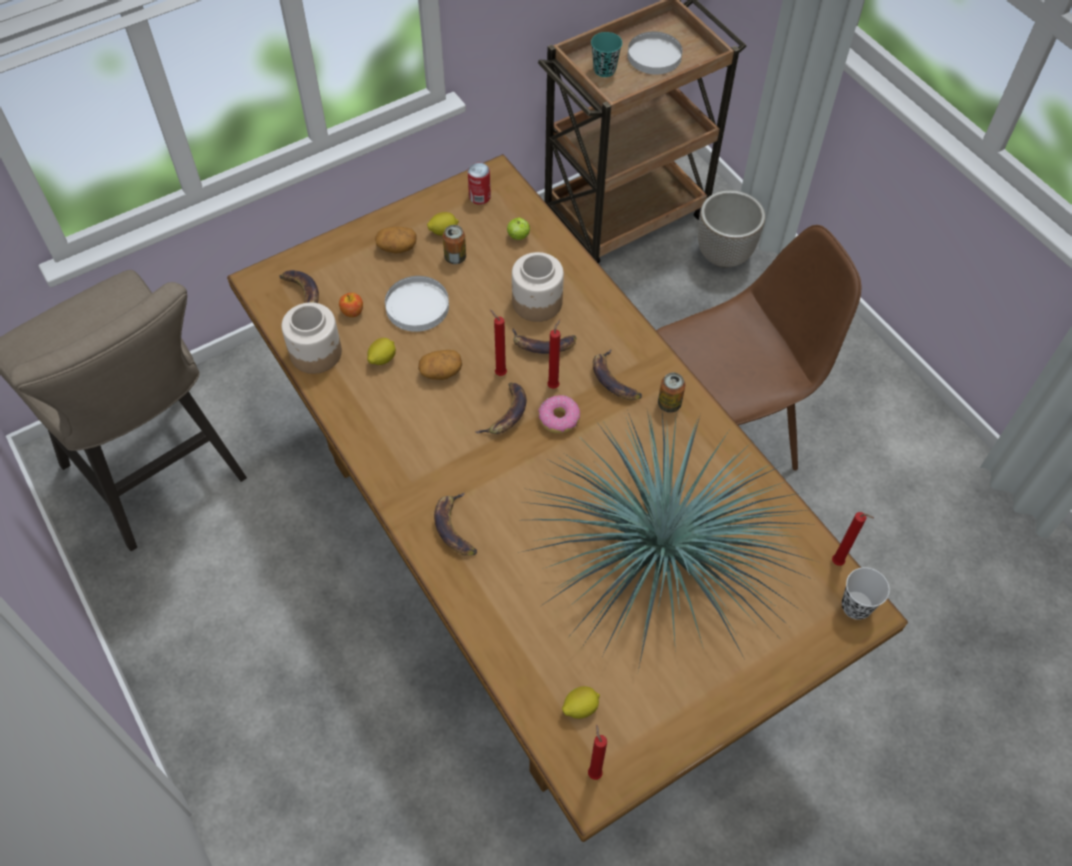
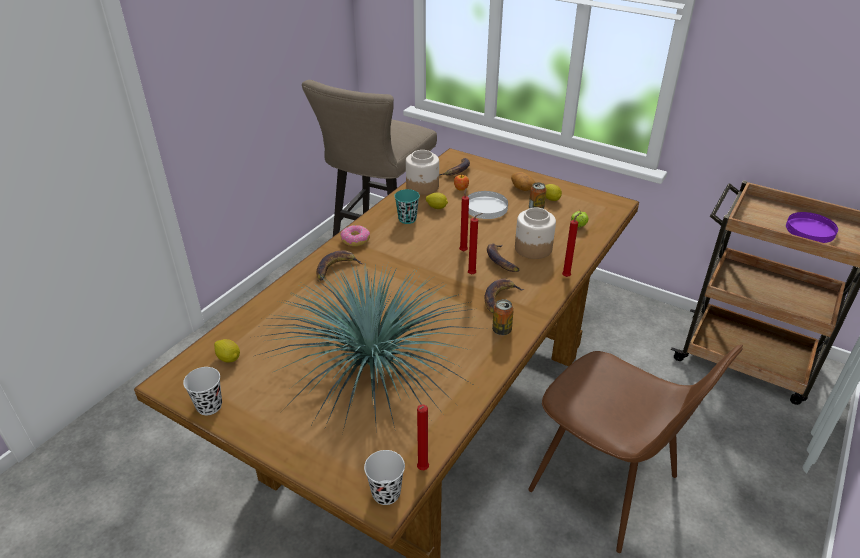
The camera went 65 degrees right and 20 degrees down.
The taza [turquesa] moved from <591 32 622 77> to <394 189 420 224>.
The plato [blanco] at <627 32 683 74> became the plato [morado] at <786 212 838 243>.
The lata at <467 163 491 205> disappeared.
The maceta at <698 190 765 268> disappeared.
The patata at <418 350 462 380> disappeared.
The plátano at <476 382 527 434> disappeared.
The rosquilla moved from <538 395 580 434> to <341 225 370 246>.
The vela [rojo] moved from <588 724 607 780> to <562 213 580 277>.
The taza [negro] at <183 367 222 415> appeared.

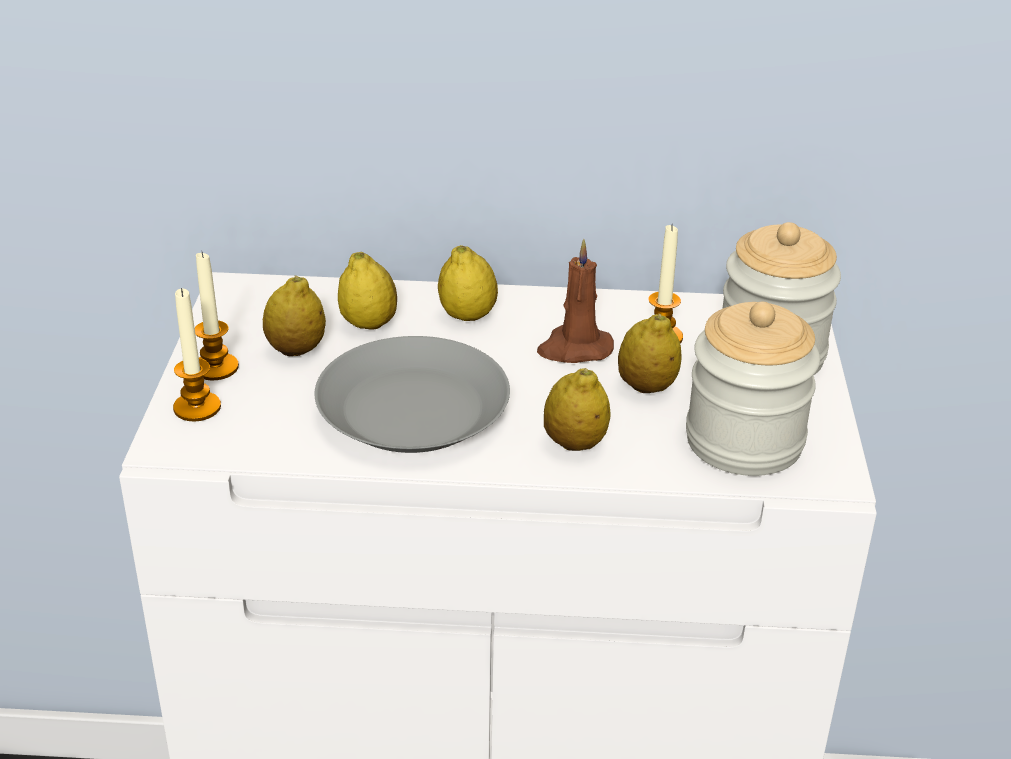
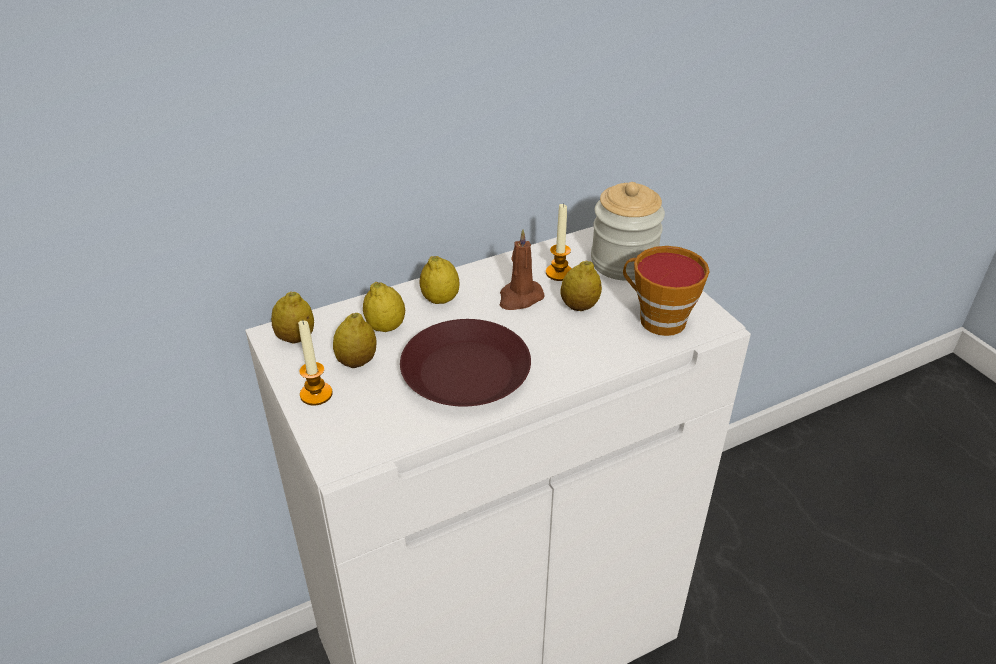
The camera went 30 degrees left and 5 degrees up.
The vela at <173 288 221 422> disappeared.
The tarro at <686 302 820 476> was replaced by the taza at <623 246 710 336>.
The plato [gris] at <315 336 510 453> became the plato [marrón] at <400 319 531 406>.
The limón moved from <544 368 611 451> to <271 291 314 343>.

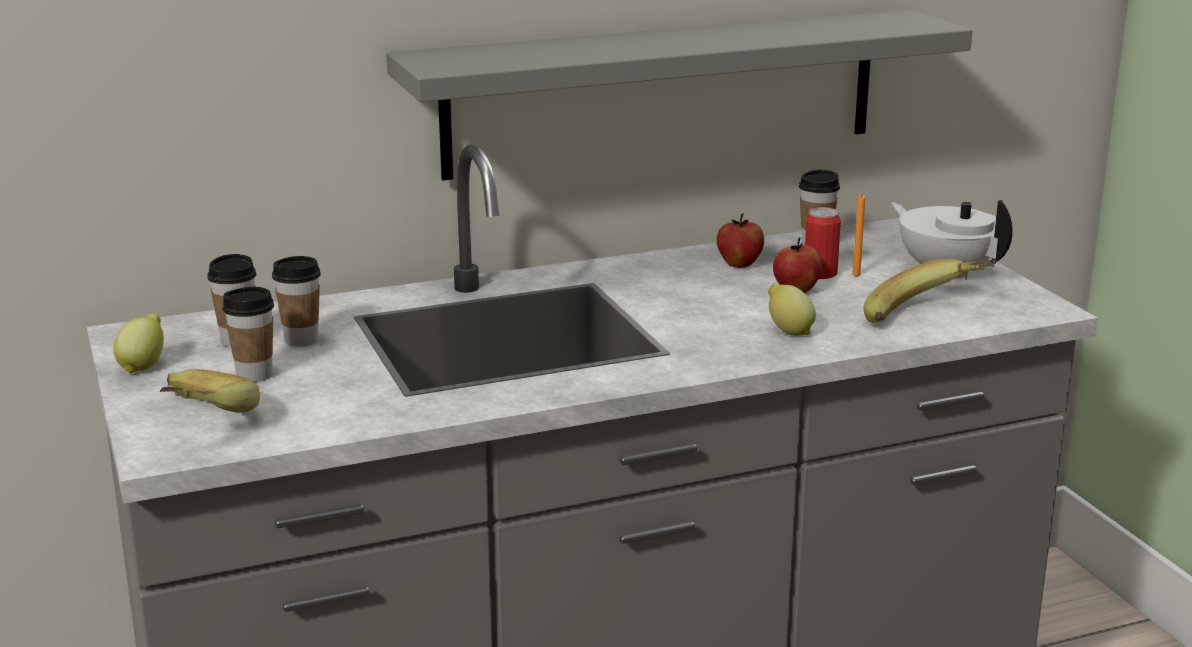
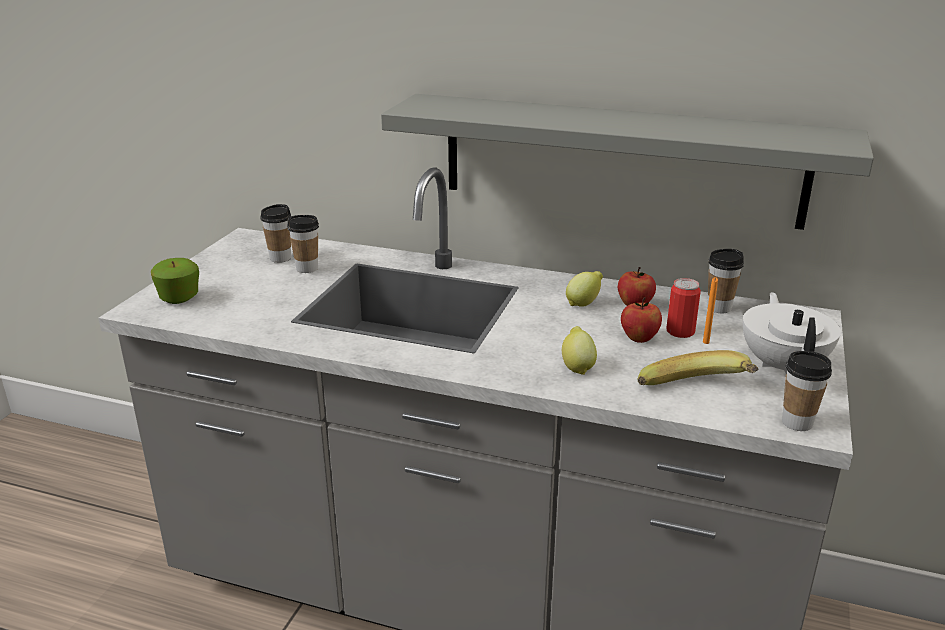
The camera went 40 degrees right and 5 degrees up.
The taza moved from <222 287 274 382> to <782 351 832 431>.
The limón moved from <114 314 164 373> to <566 271 603 307>.
The plátano at <160 369 260 413> was replaced by the manzana at <151 258 199 304>.

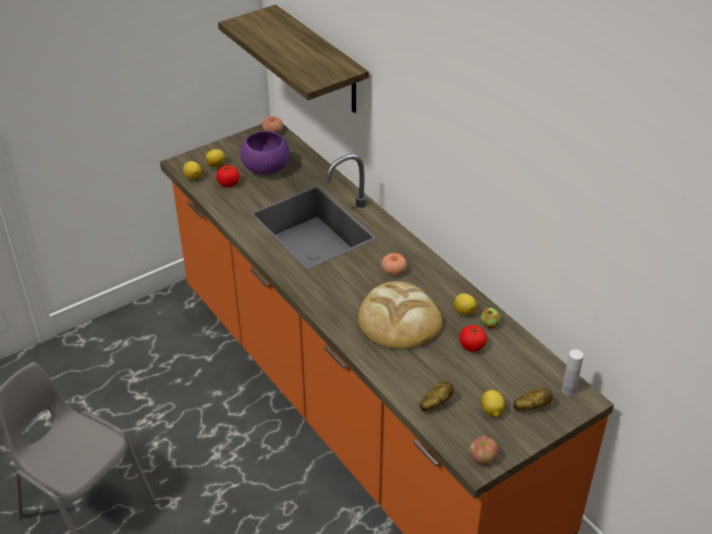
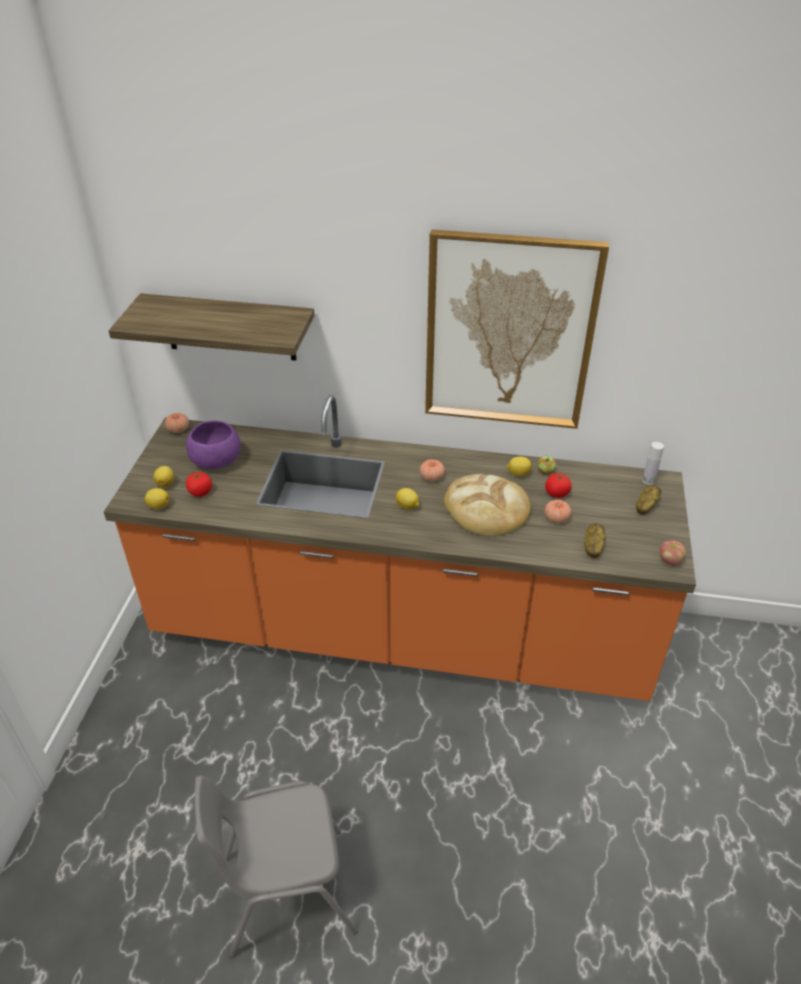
The camera went 45 degrees left and 0 degrees up.
The limón moved from <481 390 505 417> to <395 488 419 510>.
The cuadro at <425 229 609 429> appeared.
The tomate at <545 500 571 523> appeared.

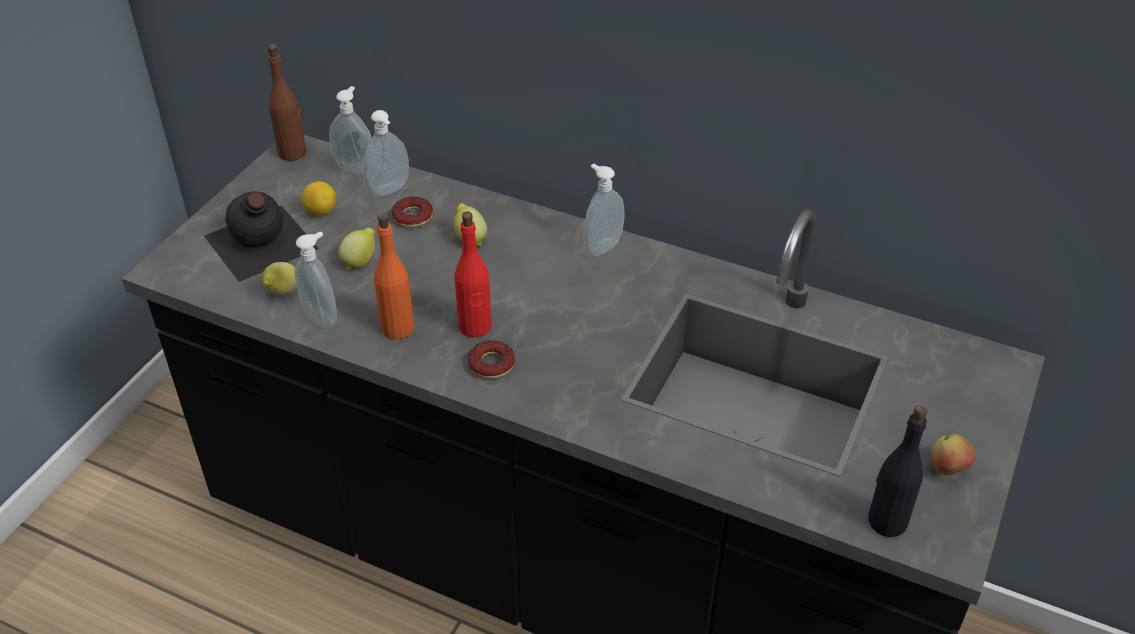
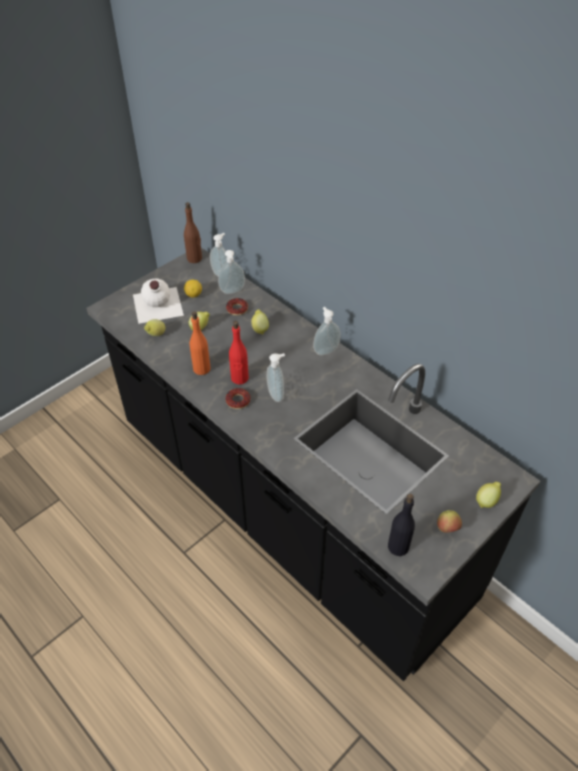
The camera went 20 degrees right and 5 degrees up.
The botella [negro] at <204 191 319 282> became the botella [blanco] at <133 279 184 324>.
The dispensador de jabón moved from <295 231 337 327> to <267 353 285 402>.
The limón at <476 482 501 508> appeared.

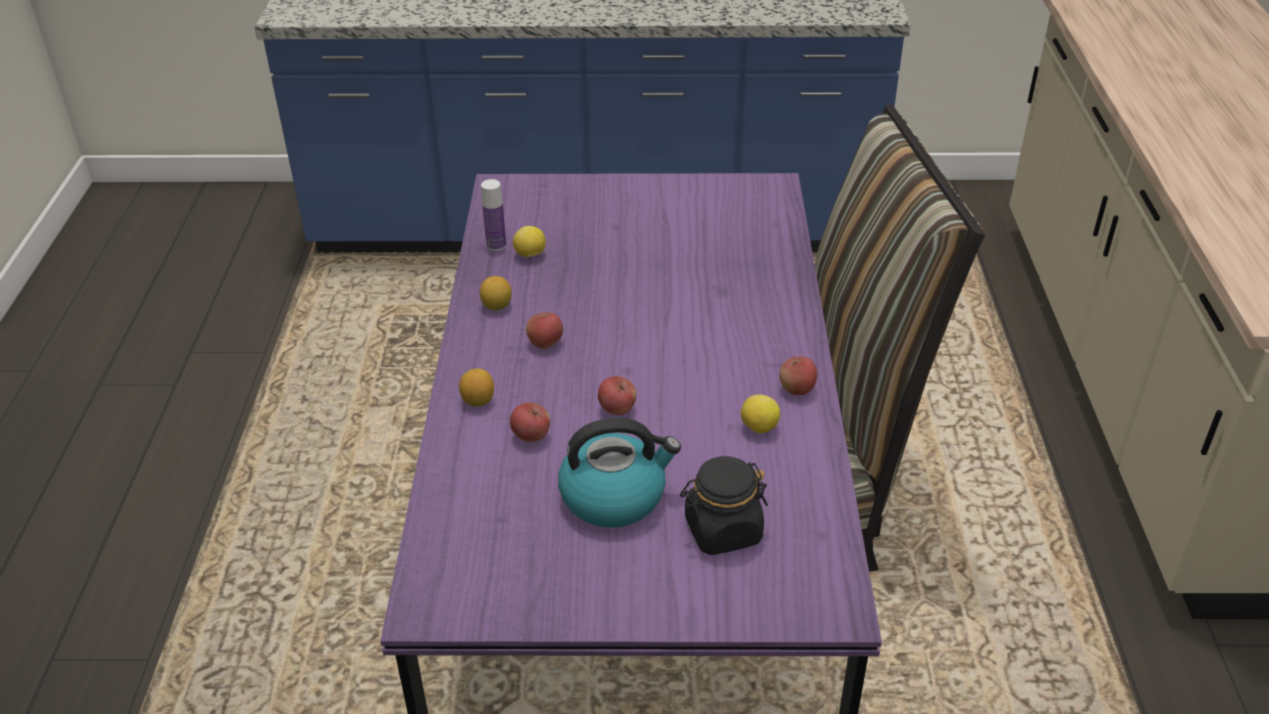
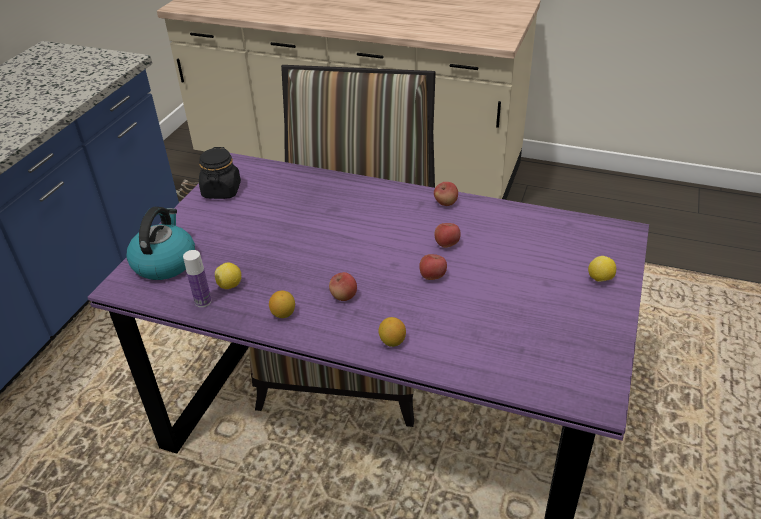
The camera went 70 degrees left and 0 degrees up.
The limón moved from <741 395 780 433> to <588 256 616 282>.
The manzana moved from <510 402 550 442> to <434 223 461 248>.
The hervidor moved from <558 418 681 528> to <126 207 195 280>.
The tarro [negro] moved from <680 456 768 555> to <199 147 241 199>.

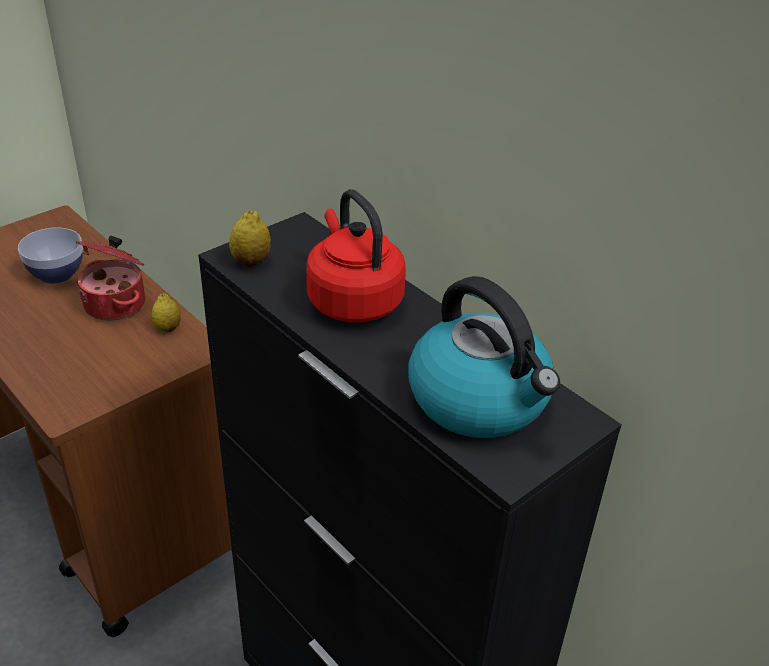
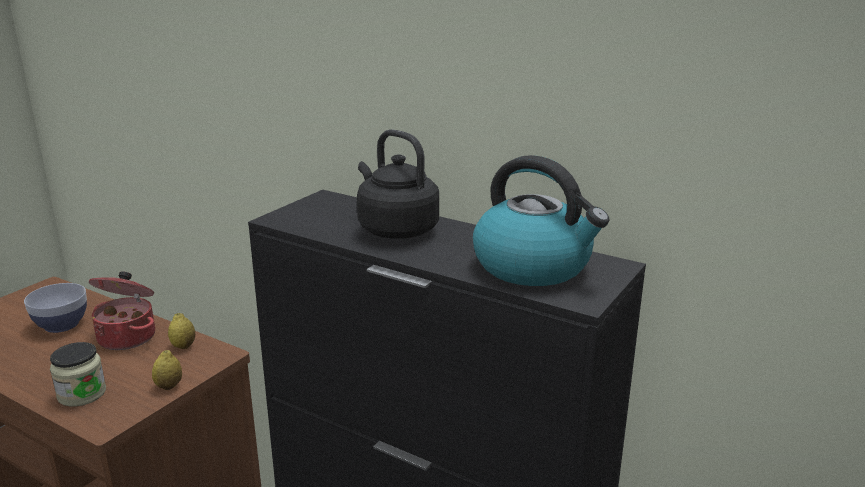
The camera went 15 degrees left and 15 degrees down.
The hervidor [rojo] at <306 189 406 323> became the hervidor [negro] at <357 129 439 239>.
The limón moved from <229 210 271 267> to <152 350 182 390>.
The tarro at <50 342 106 407> appeared.

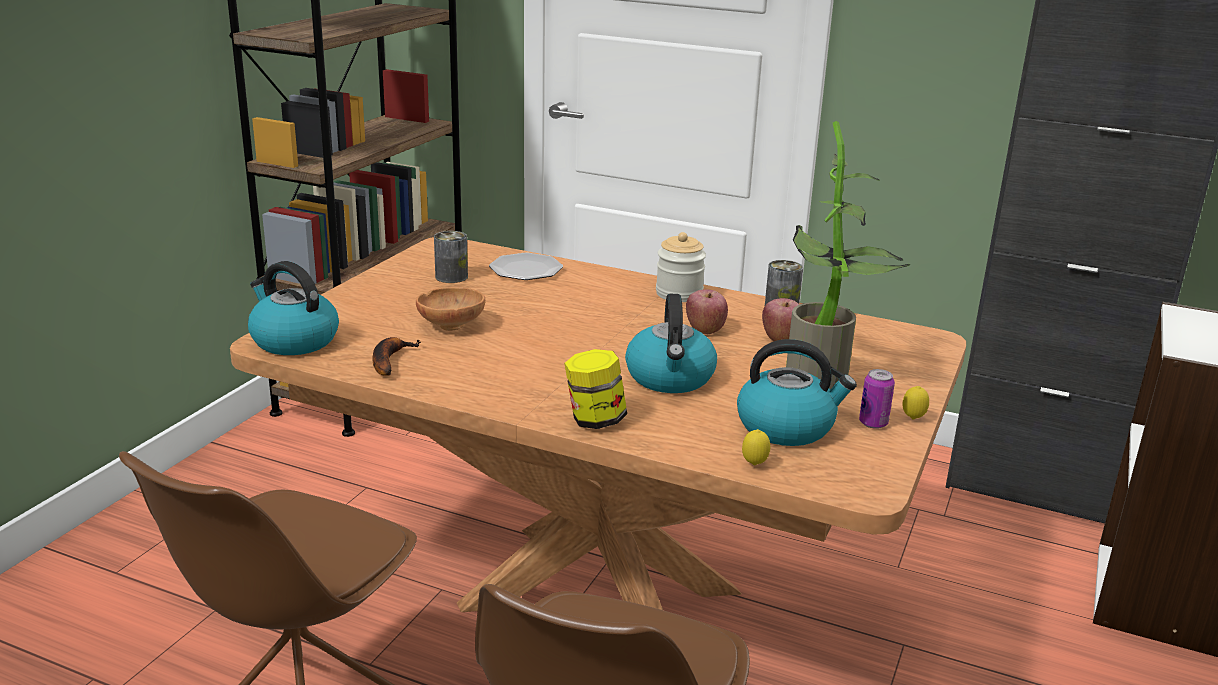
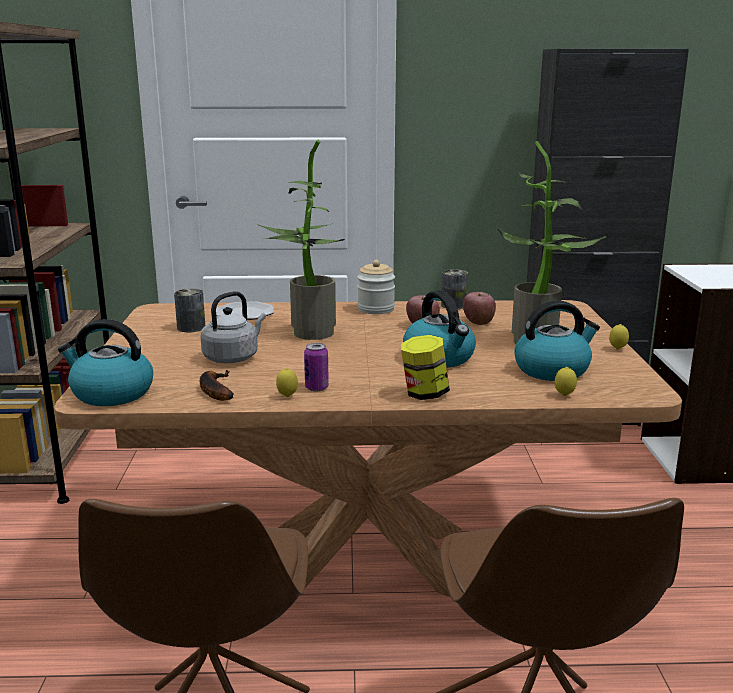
The camera went 25 degrees left and 5 degrees down.
The cuenco [marrón] at <416 287 485 331> was replaced by the hervidor [gris] at <200 291 266 363>.
The lata moved from <859 369 895 429> to <304 343 329 391>.
The planta en maceta at <257 140 345 340> appeared.
The limón at <276 368 298 397> appeared.

